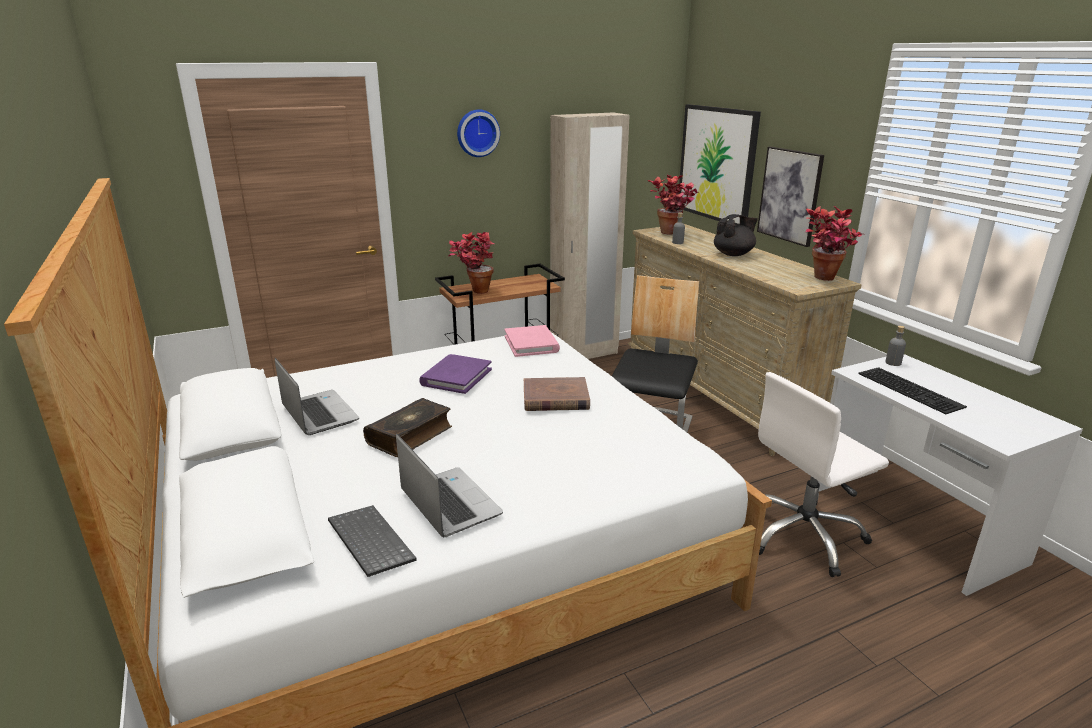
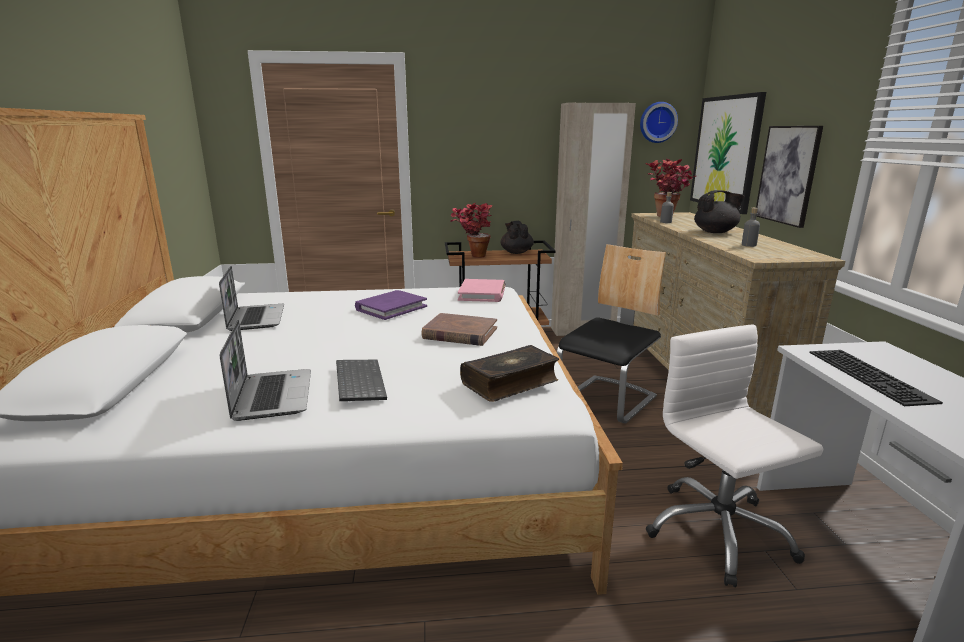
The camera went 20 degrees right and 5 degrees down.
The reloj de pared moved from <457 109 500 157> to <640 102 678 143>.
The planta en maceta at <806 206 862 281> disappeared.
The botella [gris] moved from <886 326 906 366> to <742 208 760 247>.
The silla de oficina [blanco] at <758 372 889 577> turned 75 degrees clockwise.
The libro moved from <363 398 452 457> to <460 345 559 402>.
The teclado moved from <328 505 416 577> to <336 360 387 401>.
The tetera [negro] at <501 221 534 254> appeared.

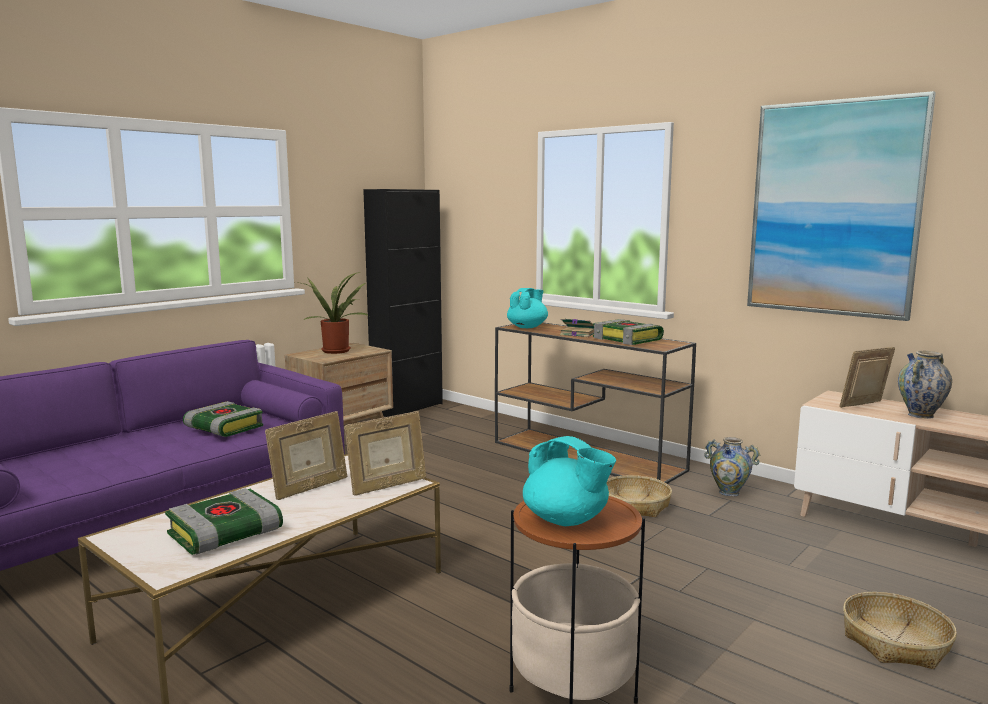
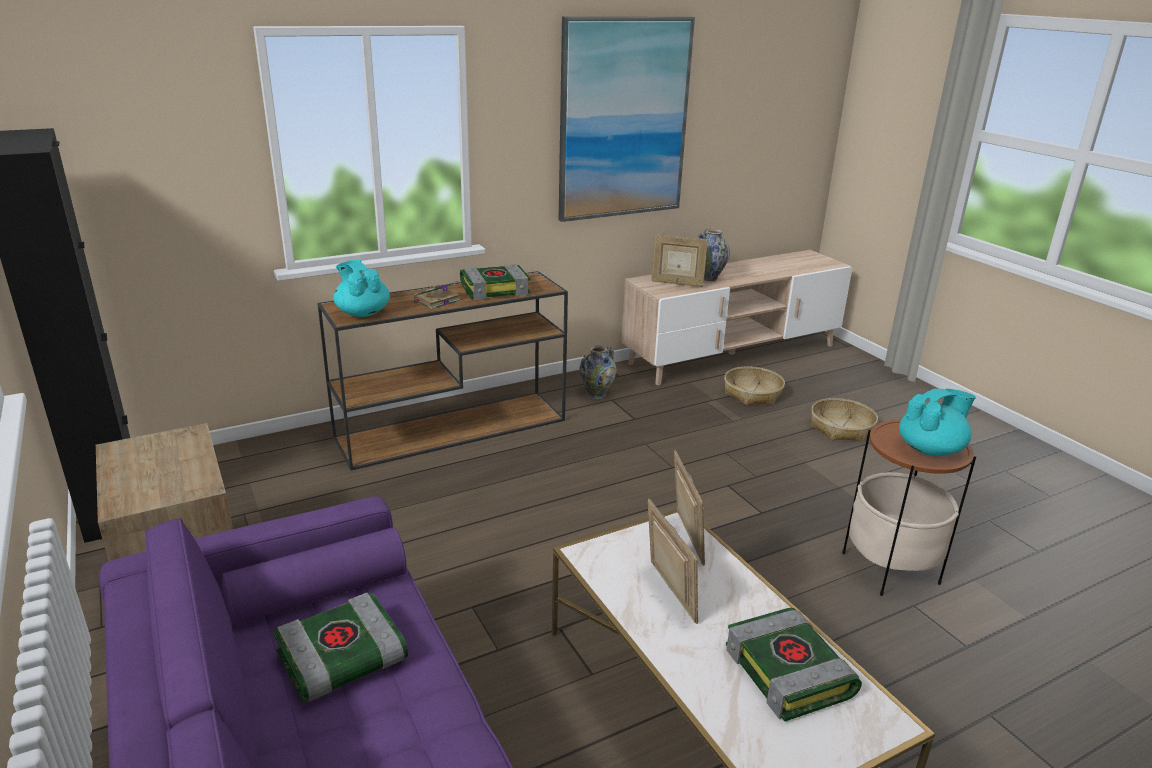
The camera went 70 degrees left and 15 degrees up.
The planta en maceta at <295 272 369 354> disappeared.
The portarretratos at <839 347 895 408> turned 60 degrees counterclockwise.
The cesta moved from <606 475 672 517> to <724 366 785 405>.

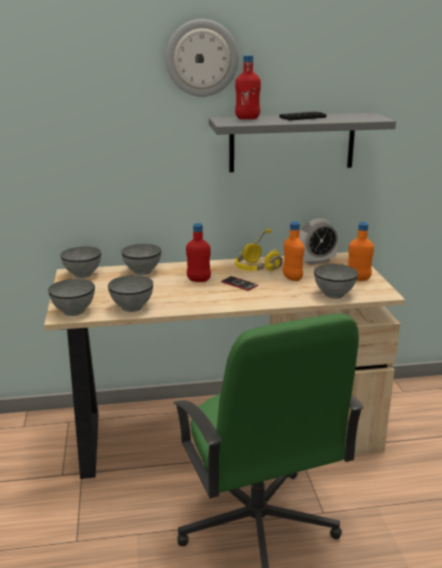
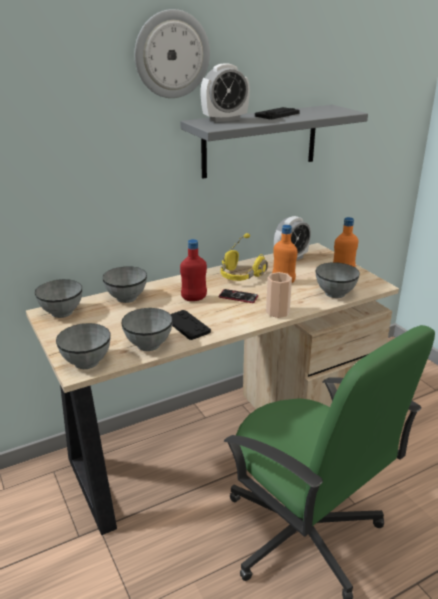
The camera went 20 degrees left and 5 degrees up.
The botella [rojo] at <235 55 261 119> was replaced by the despertador at <200 63 250 122>.
The taza at <266 272 292 318> appeared.
The mando de consola [negro] at <170 310 211 340> appeared.

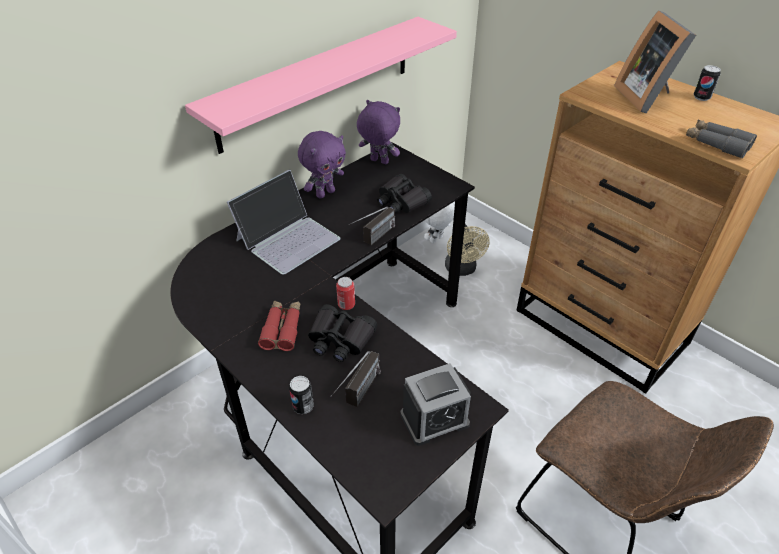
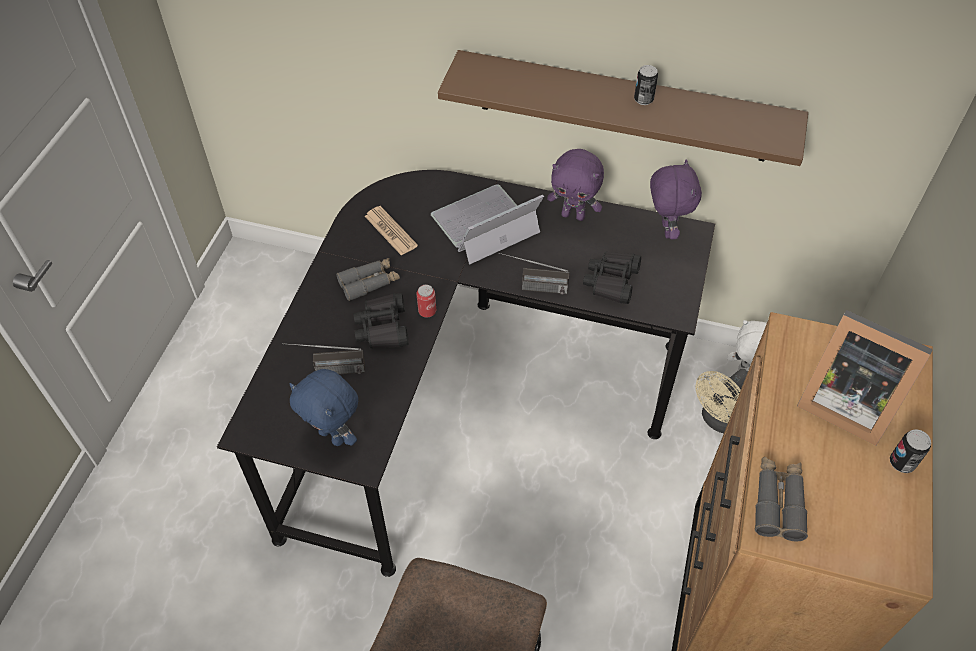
The camera went 60 degrees right and 10 degrees up.
The portarretratos at <614 10 696 113> turned 105 degrees counterclockwise.
The estante [rosa] at <185 17 457 154> became the estante [marrón] at <438 50 808 166>.
The portátil at <227 170 341 275> turned 135 degrees clockwise.
The prismáticos [rojo] at <258 300 300 351> became the prismáticos [gris] at <336 258 400 301>.
The despertador at <400 363 471 446> was replaced by the peluche [azul] at <289 369 358 446>.
The lata moved from <289 376 314 414> to <634 65 658 105>.
The periódico at <365 206 418 256> appeared.

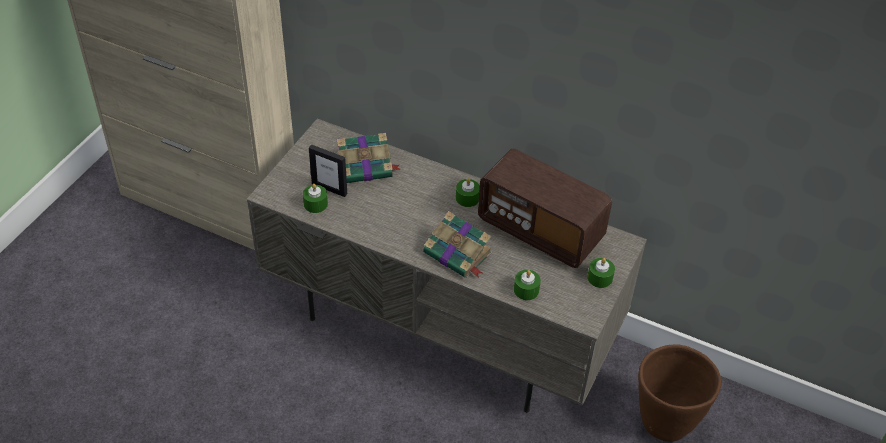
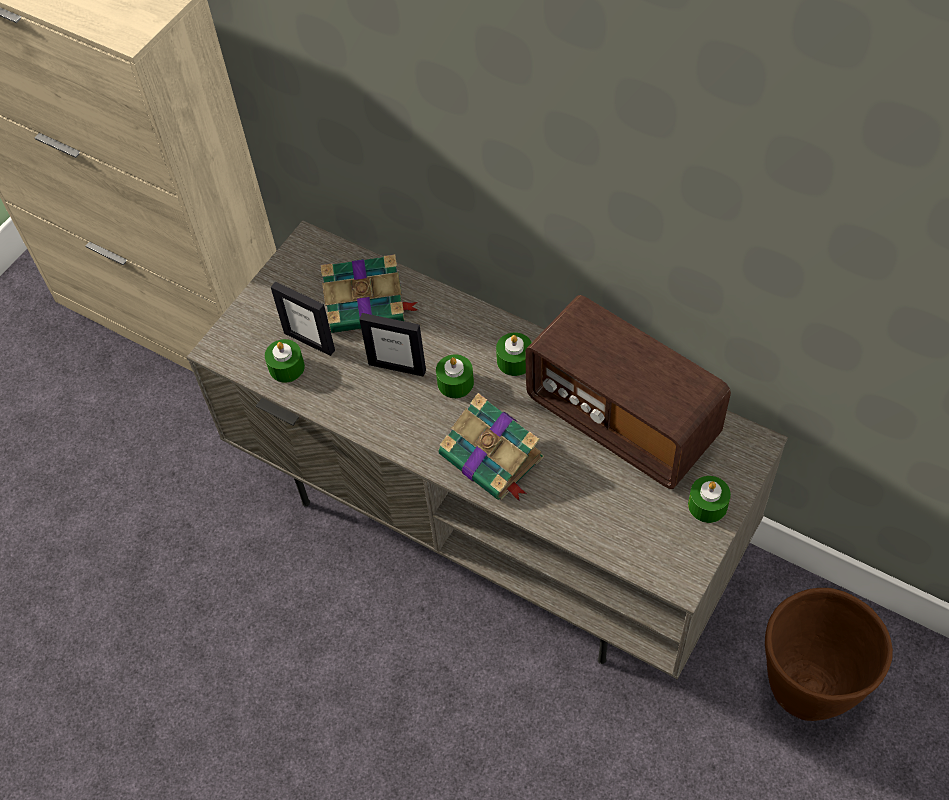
The camera went 10 degrees right and 10 degrees up.
The vela [verde] moved from <514 270 541 300> to <436 354 474 398>.
The portarretratos at <359 313 426 377> appeared.

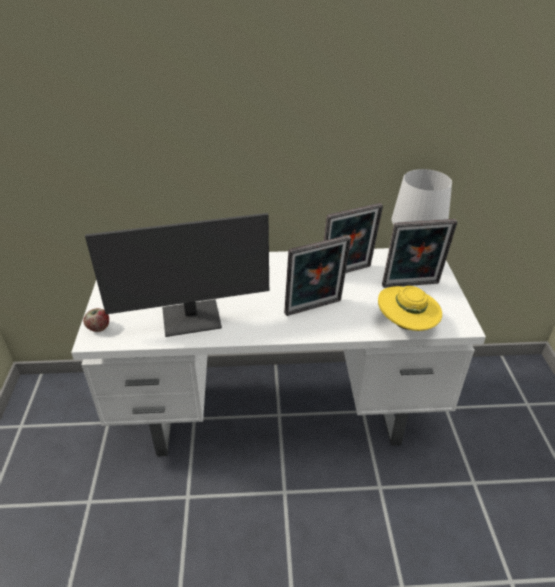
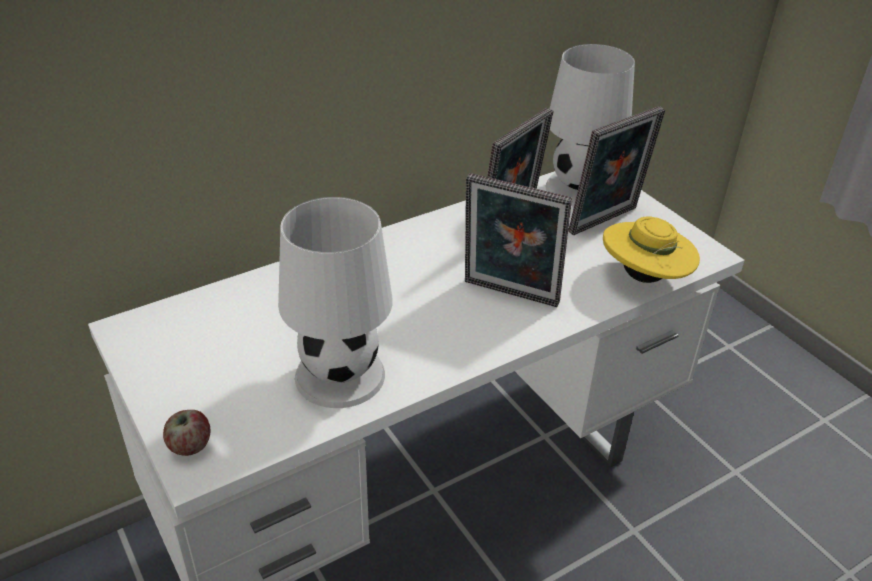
The camera went 30 degrees left and 0 degrees up.
The monitor at <85 213 269 337> was replaced by the lámpara de mesa [blanco] at <278 197 393 408>.
The portarretratos at <284 235 351 316> turned 75 degrees clockwise.

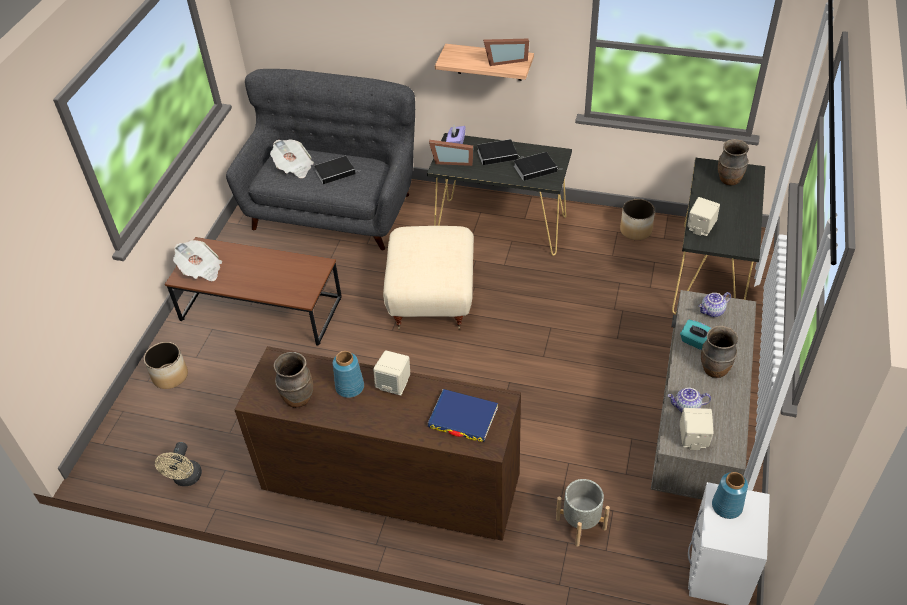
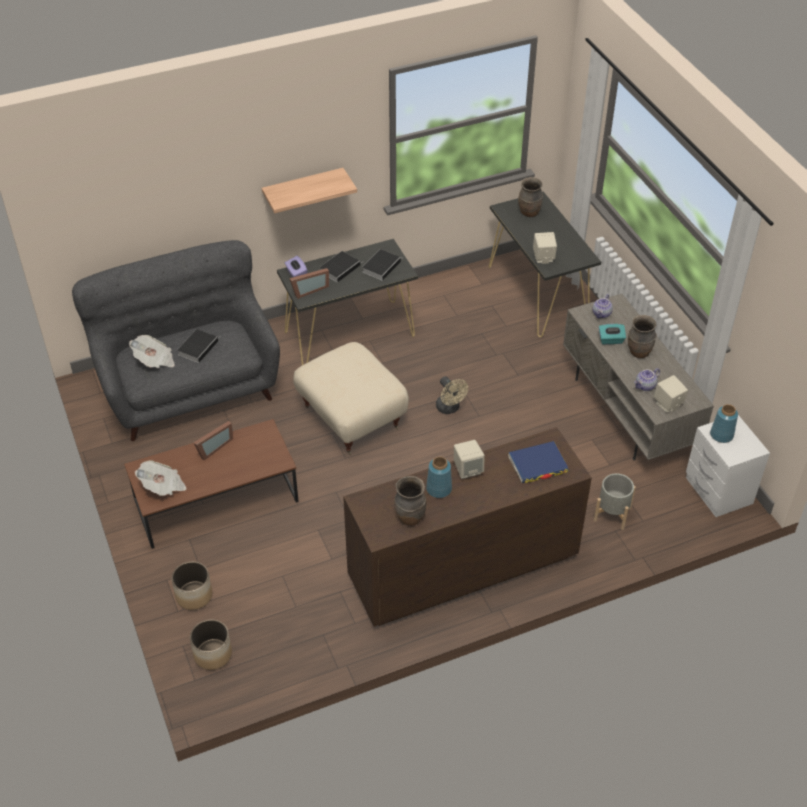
The camera went 40 degrees left and 0 degrees up.
The portarretratos moved from <483 39 529 66> to <194 421 233 460>.
The maceta moved from <620 199 655 240> to <190 619 232 670>.
The ventilador [beis] moved from <155 442 202 486> to <436 376 468 414>.

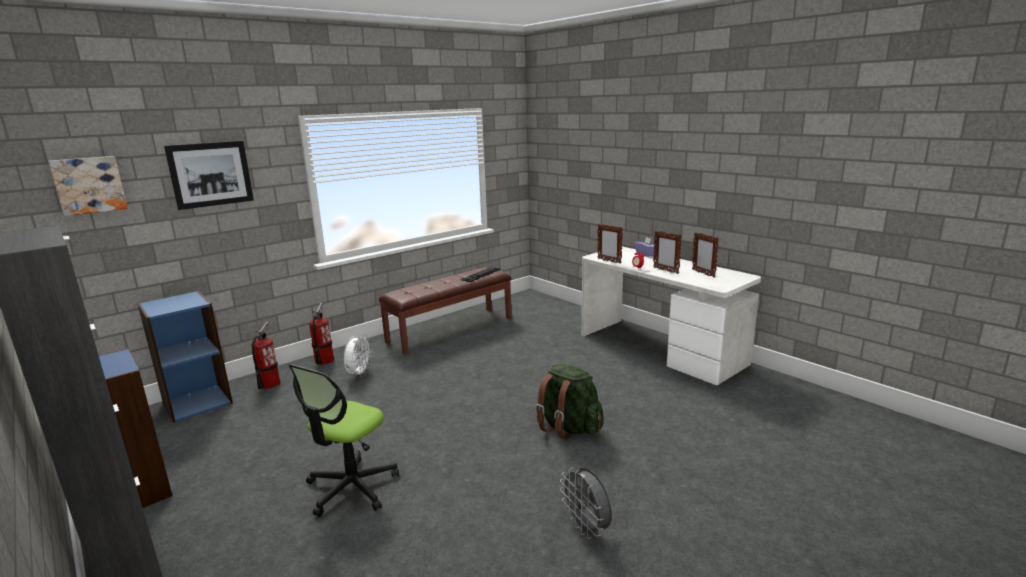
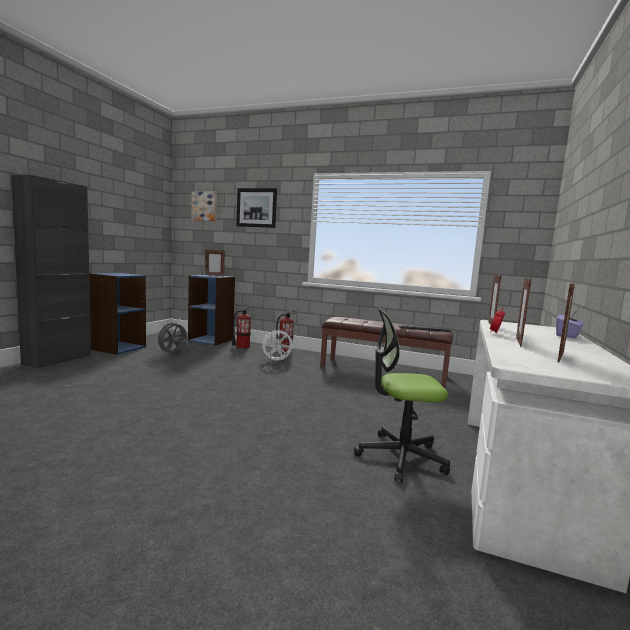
The camera went 60 degrees right and 10 degrees down.
The silla de oficina moved from <289 364 399 517> to <354 308 450 482>.
The mochila [verde] at <536 364 603 440> disappeared.
The ventilador [gris] moved from <560 467 612 539> to <155 322 187 354>.
The portarretratos at <205 249 225 277> appeared.

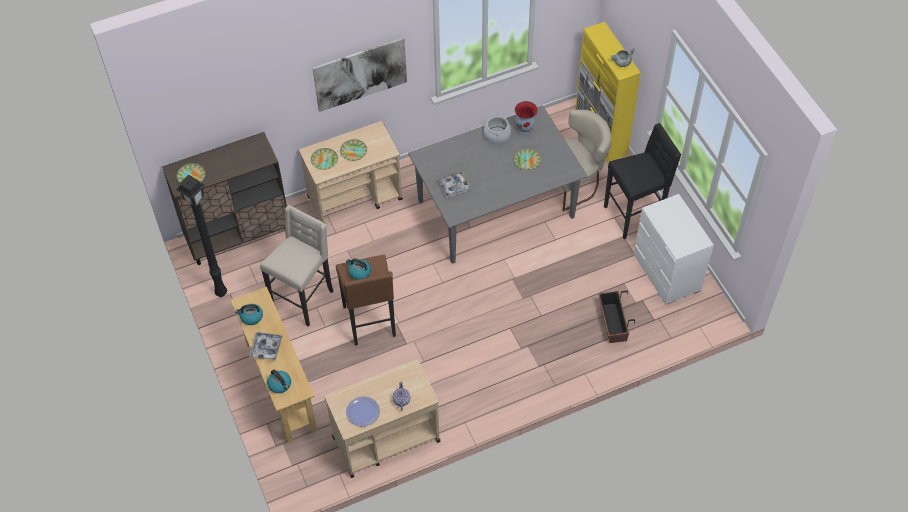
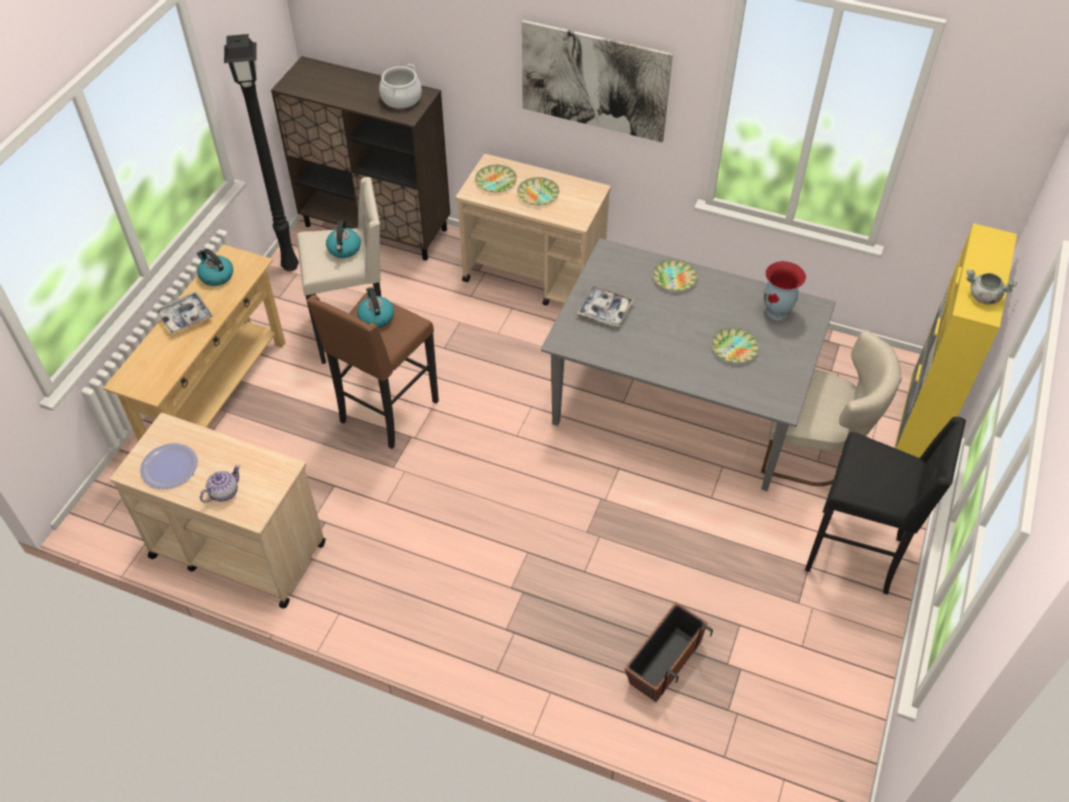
The camera went 45 degrees right and 5 degrees down.
The olla moved from <484 113 511 144> to <379 64 422 109>.
The plato moved from <177 163 206 182> to <653 259 698 291>.
The cómoda [blanco] at <634 194 714 305> disappeared.
The hervidor moved from <267 369 291 393> to <326 220 361 258>.

